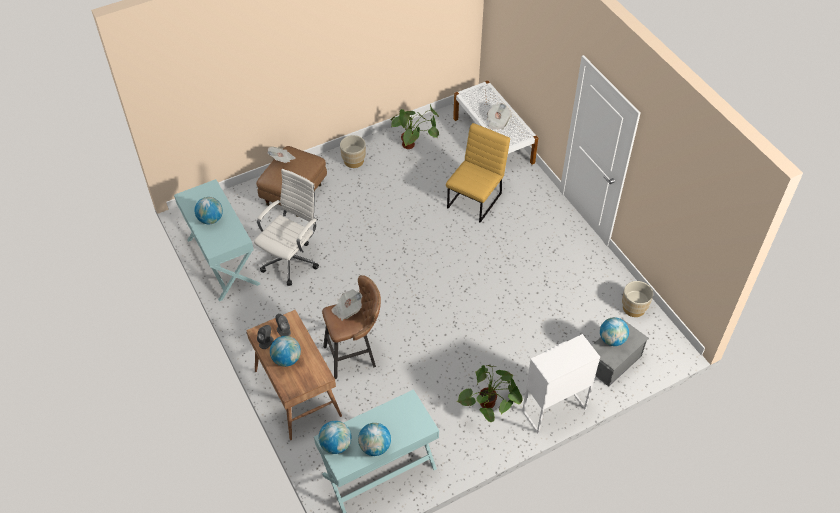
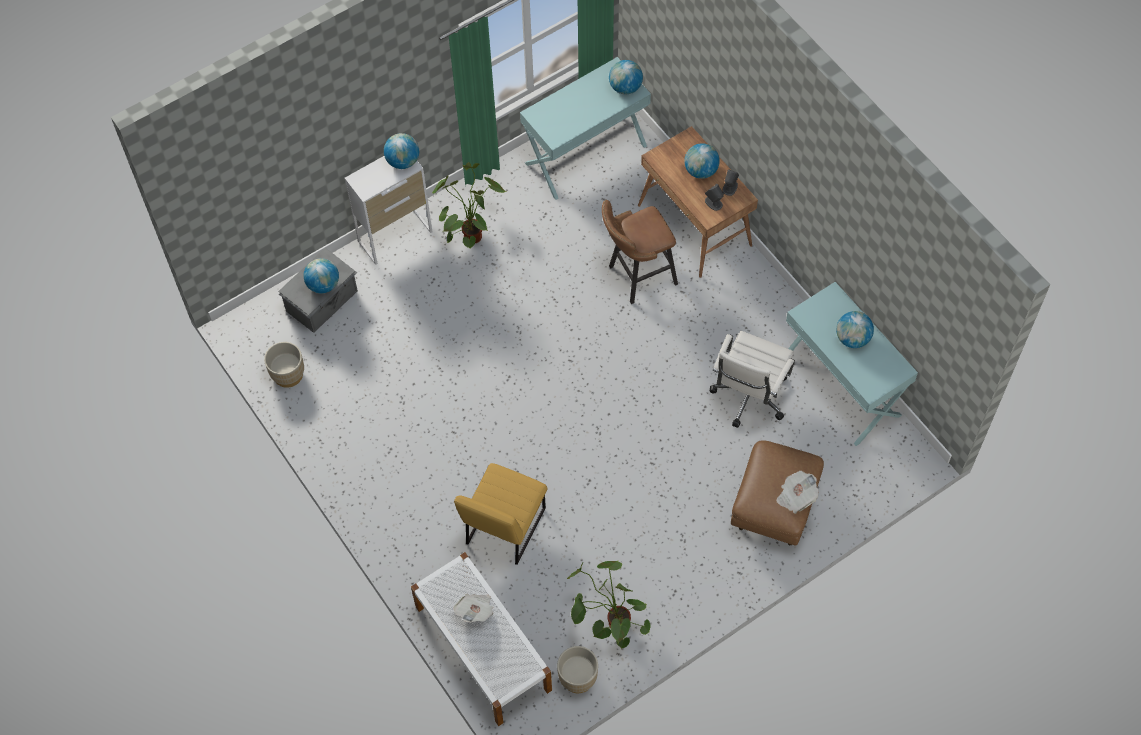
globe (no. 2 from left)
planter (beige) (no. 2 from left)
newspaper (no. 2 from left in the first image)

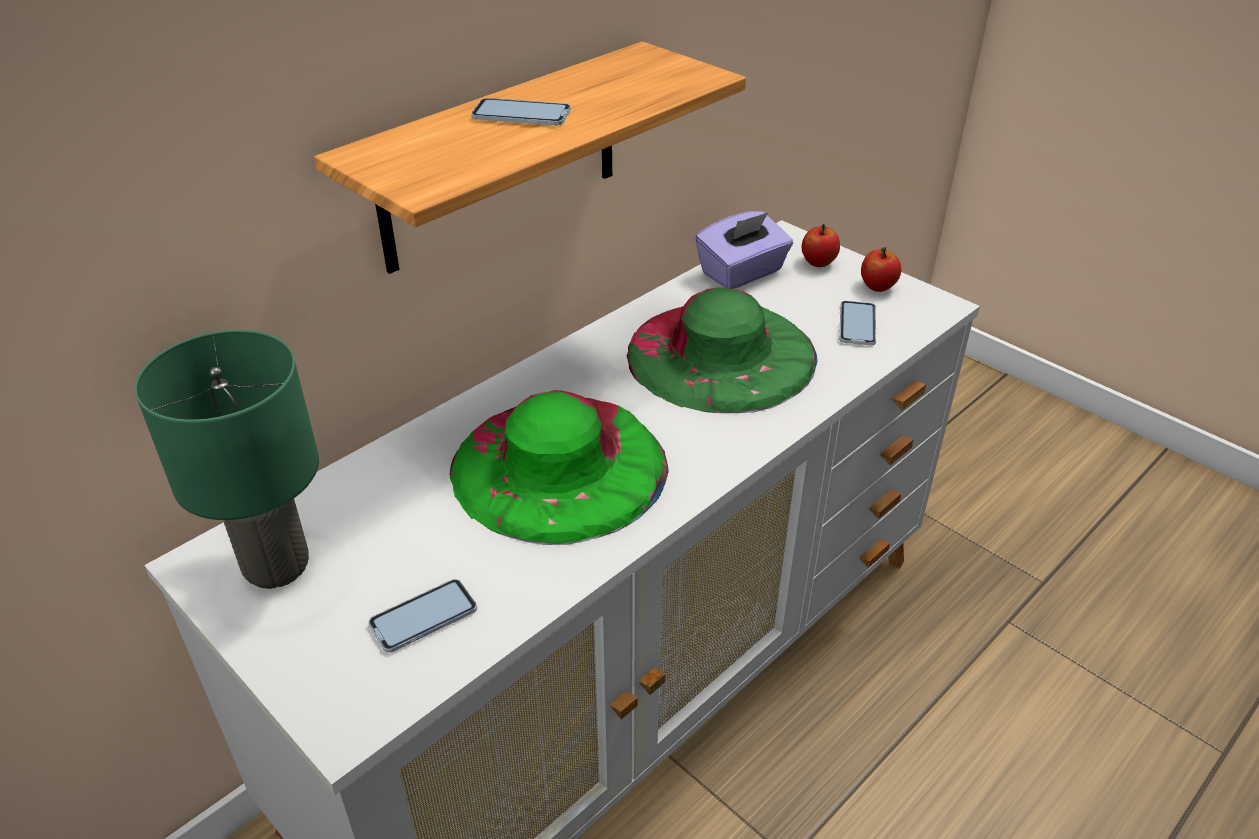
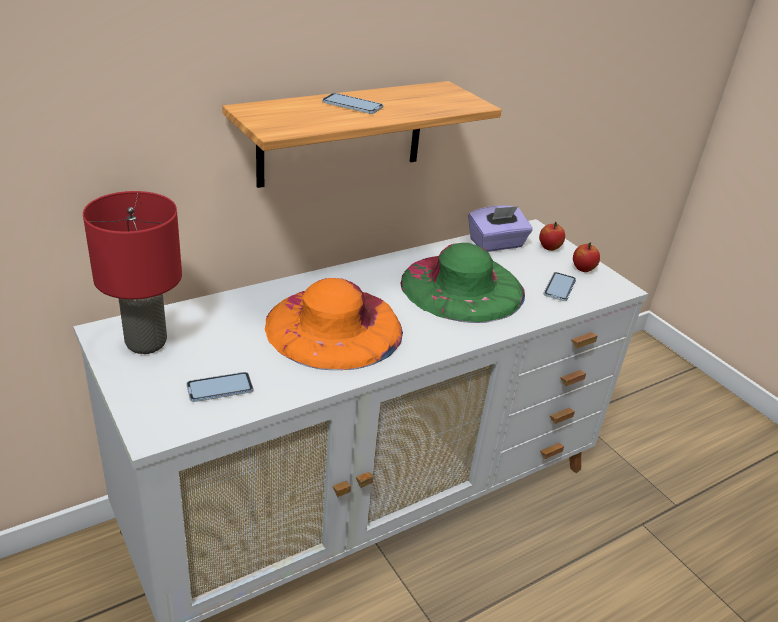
table lamp (red)
hat (orange)

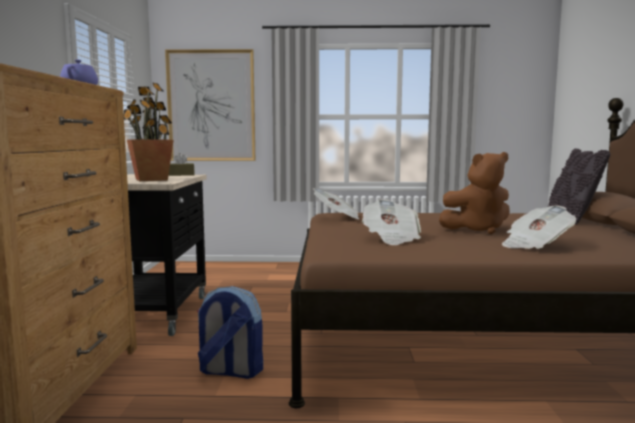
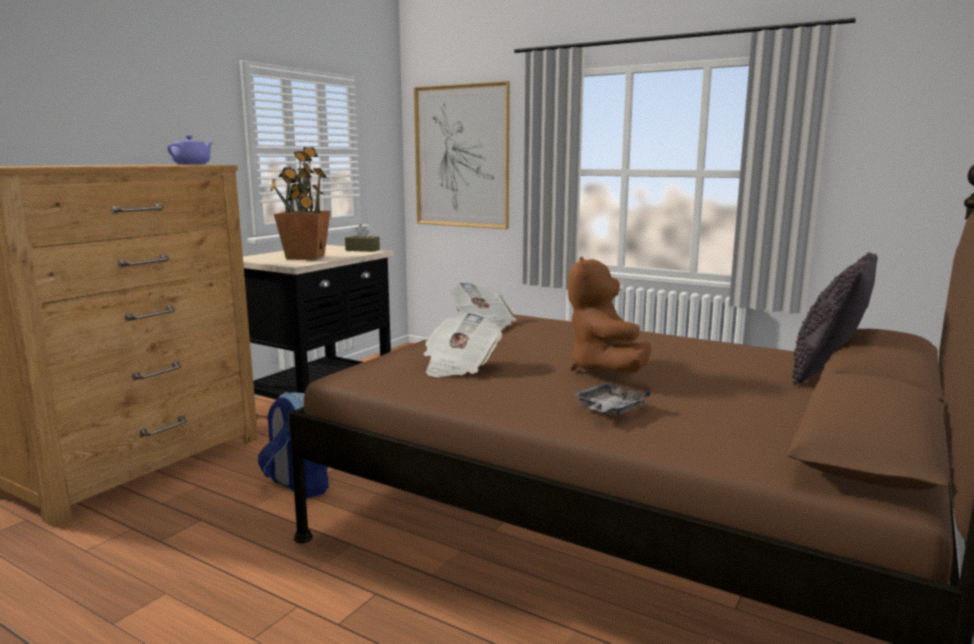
plush toy (brown)
tray (grey)

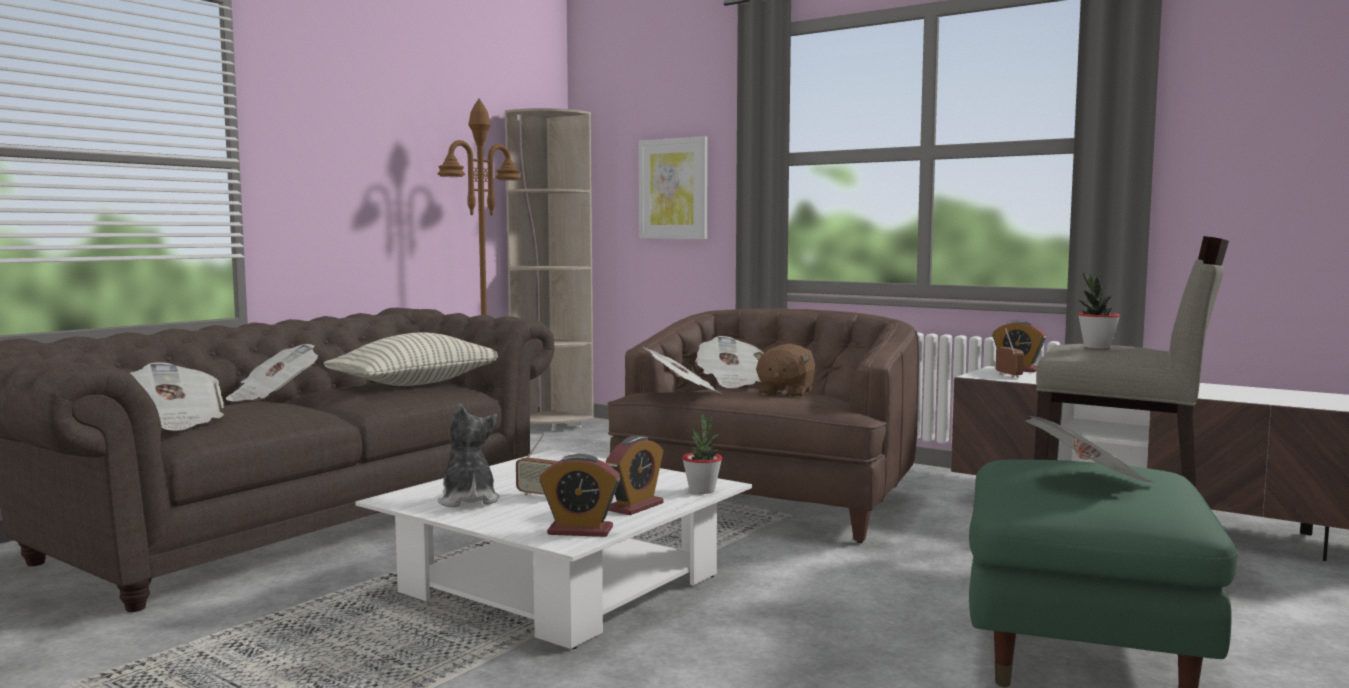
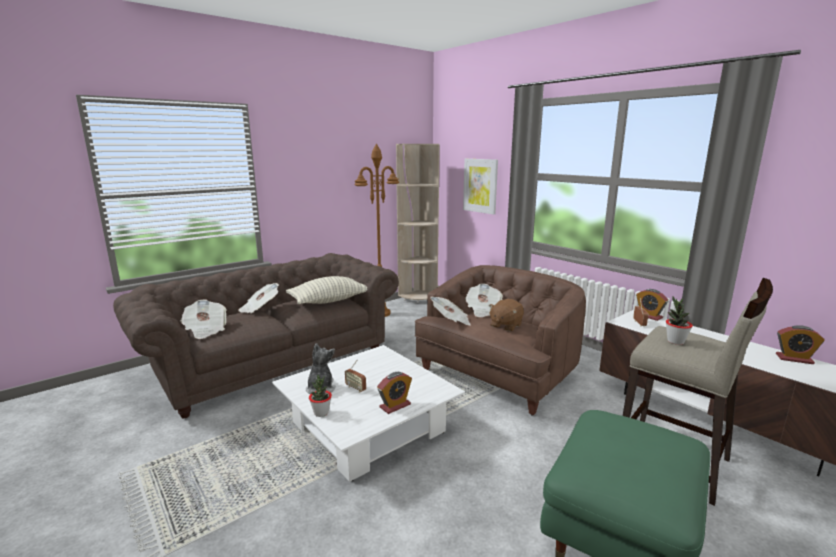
potted plant (no. 1 from left)
alarm clock (no. 3 from left)
newspaper (no. 5 from left in the first image)

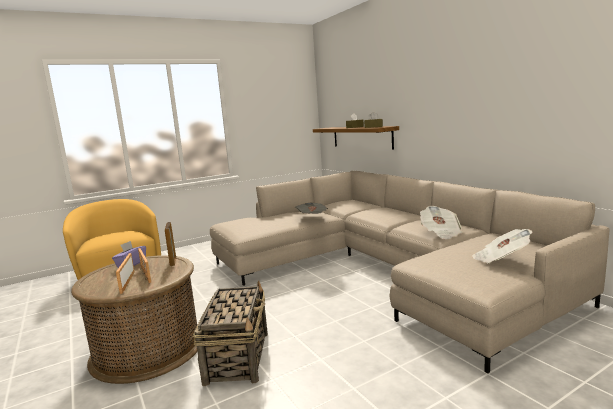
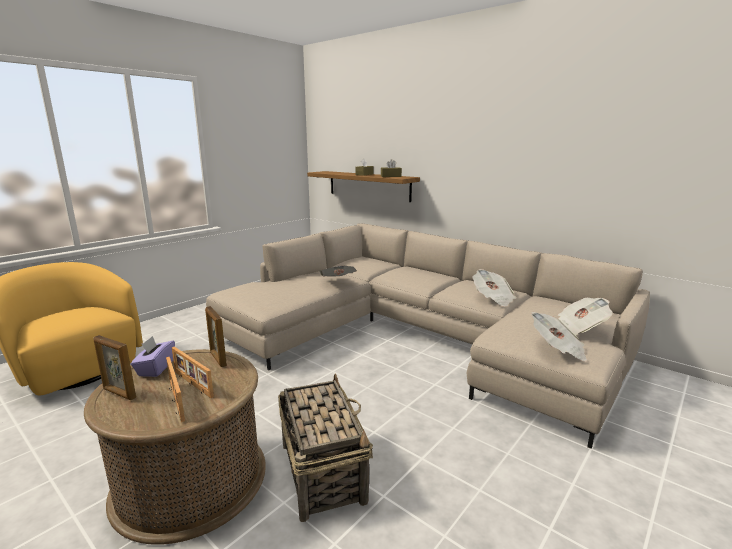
picture frame (no. 1 from left)
newspaper (no. 3 from left)

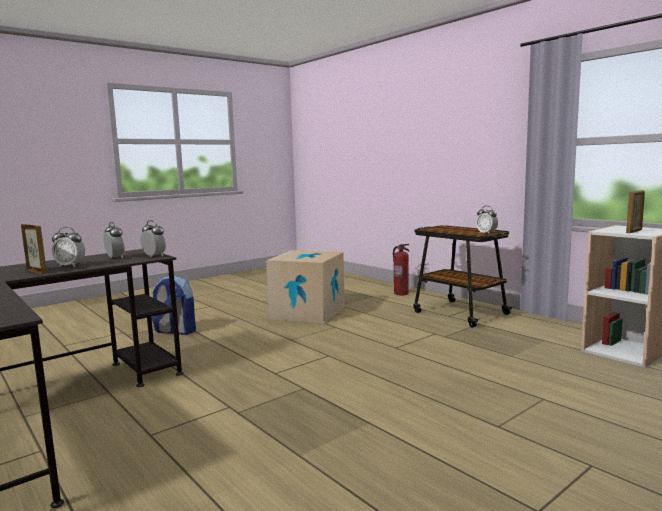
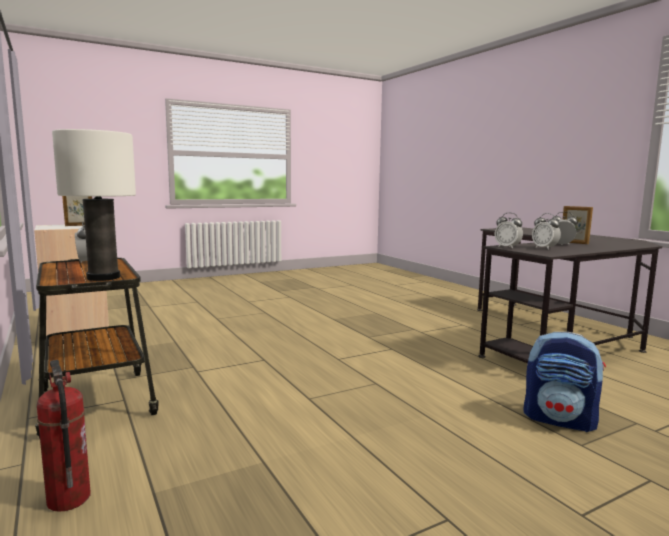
table lamp (white)
cardboard box

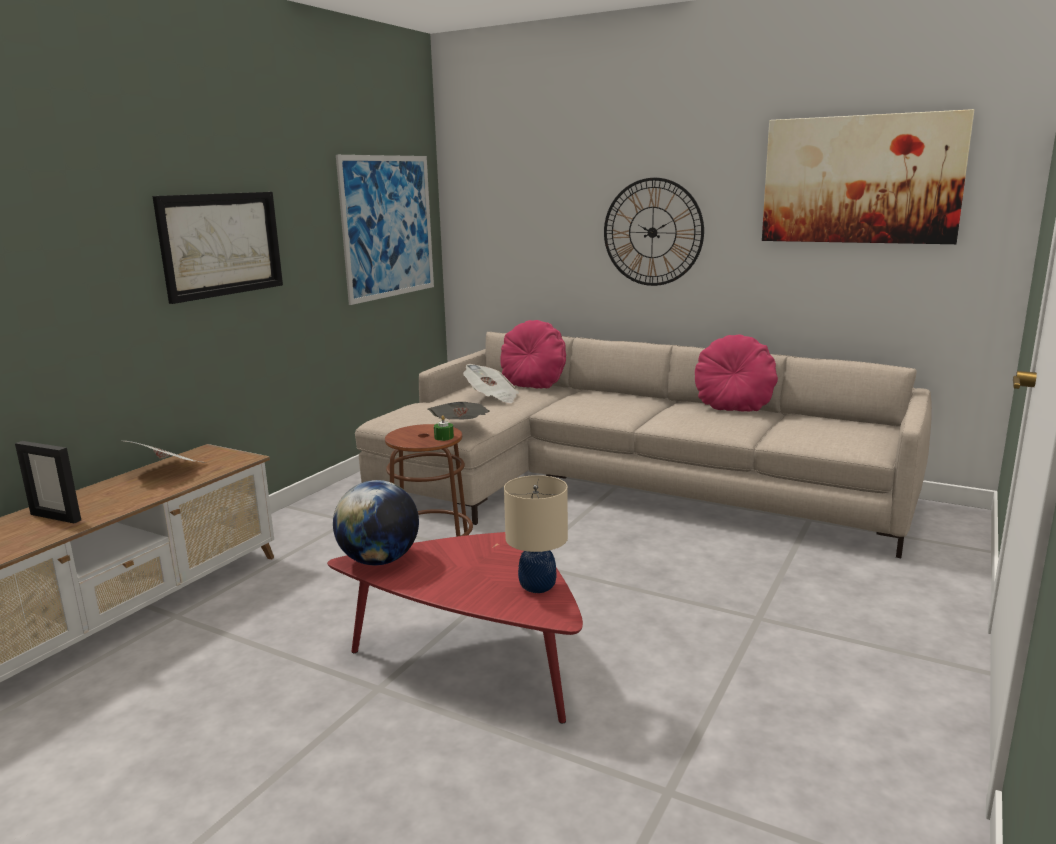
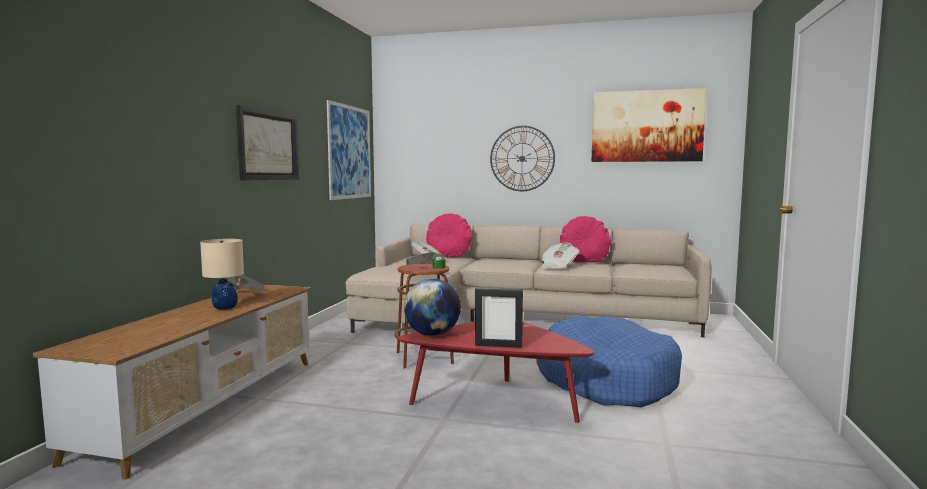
table lamp (beige)
picture frame
dog bed (blue)
newspaper (no. 4 from left)

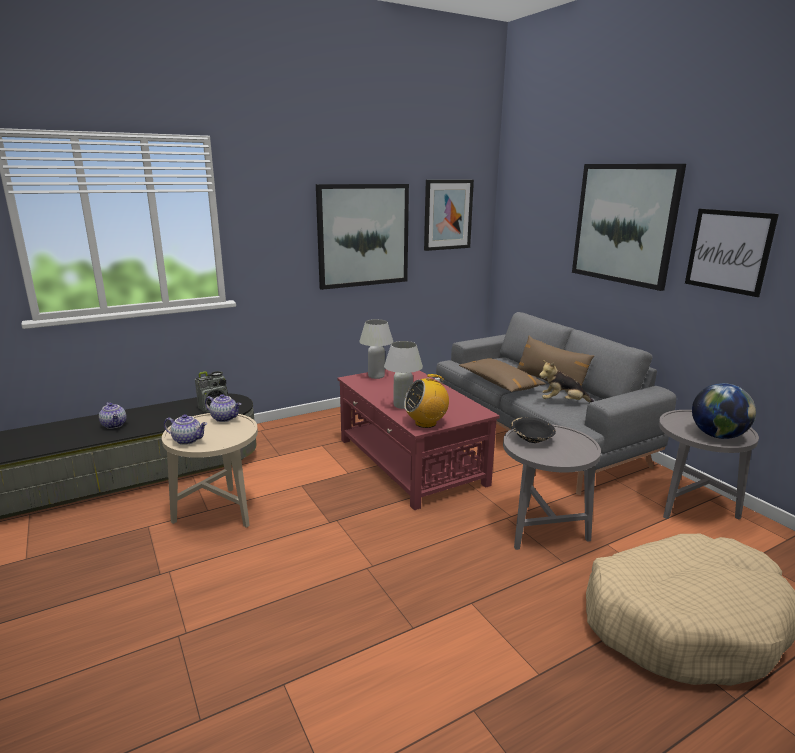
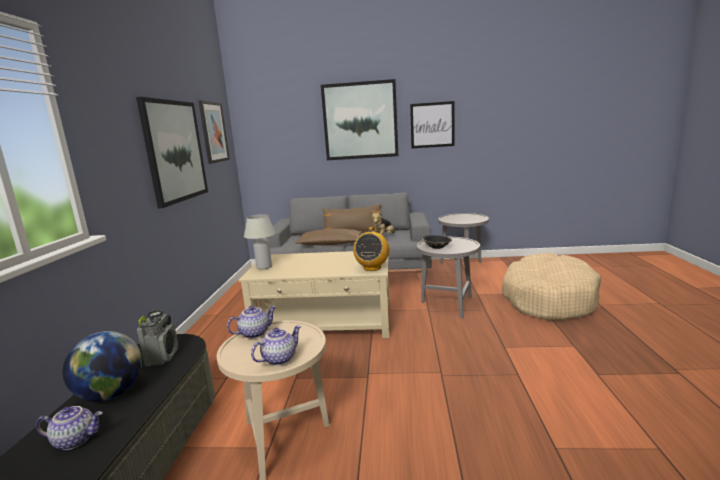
globe
coffee table (beige)
table lamp (white) (no. 2 from left in the first image)

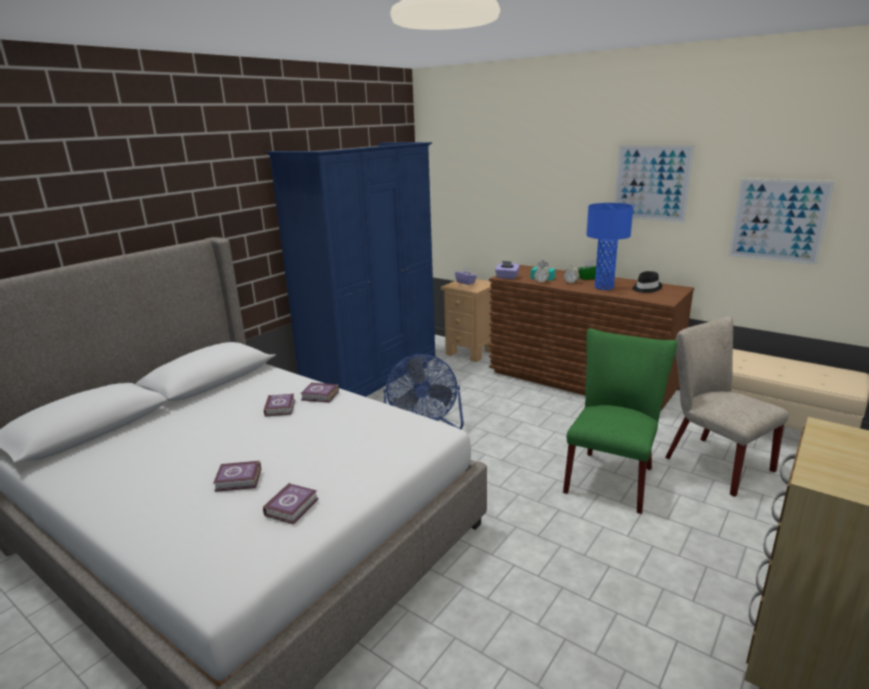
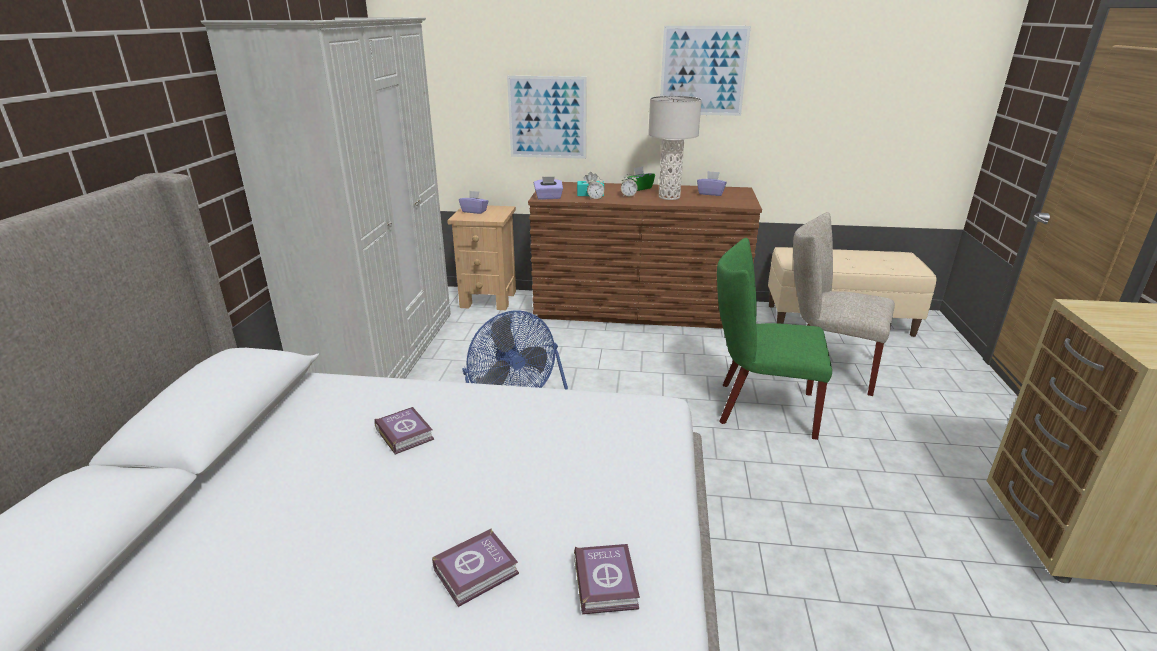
wardrobe (white)
picture (no. 1 from left)
table lamp (white)
tissue box (purple) (no. 3 from left)
chair (green)
book (no. 4 from left in the first image)

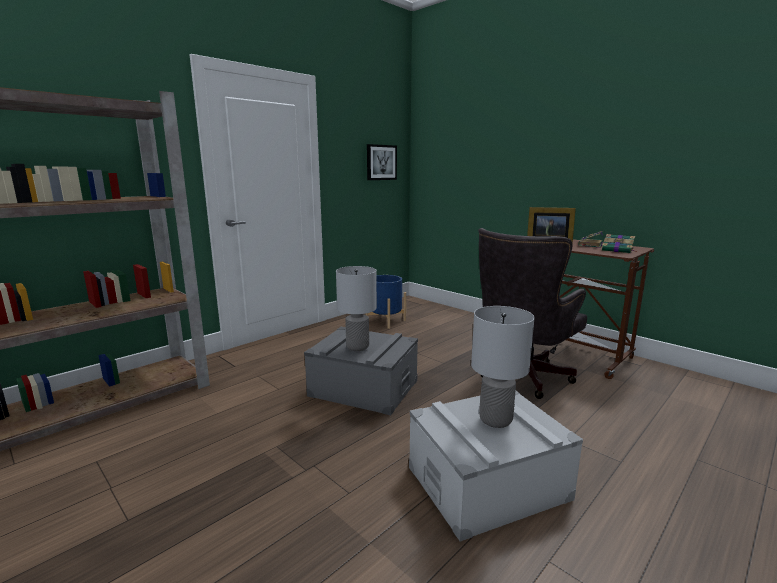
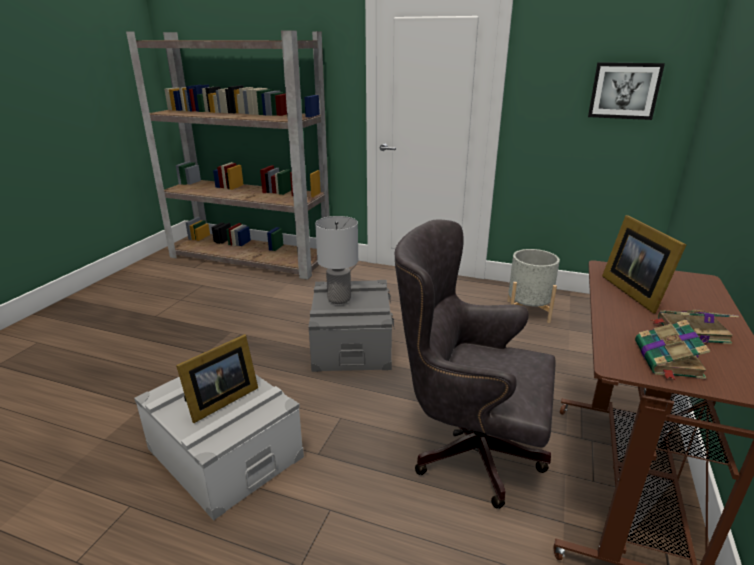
picture frame (no. 1 from left)
planter (grey)

